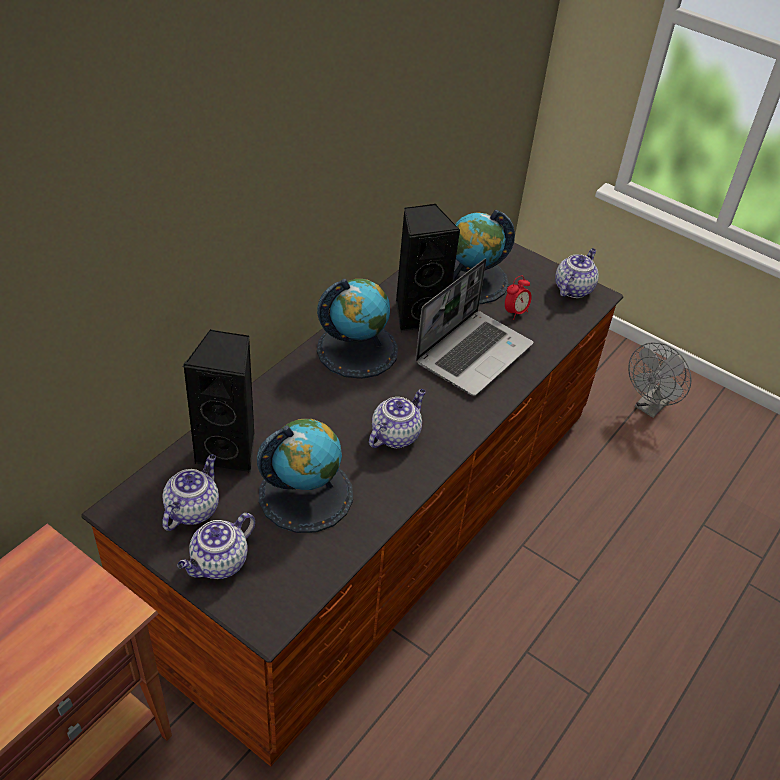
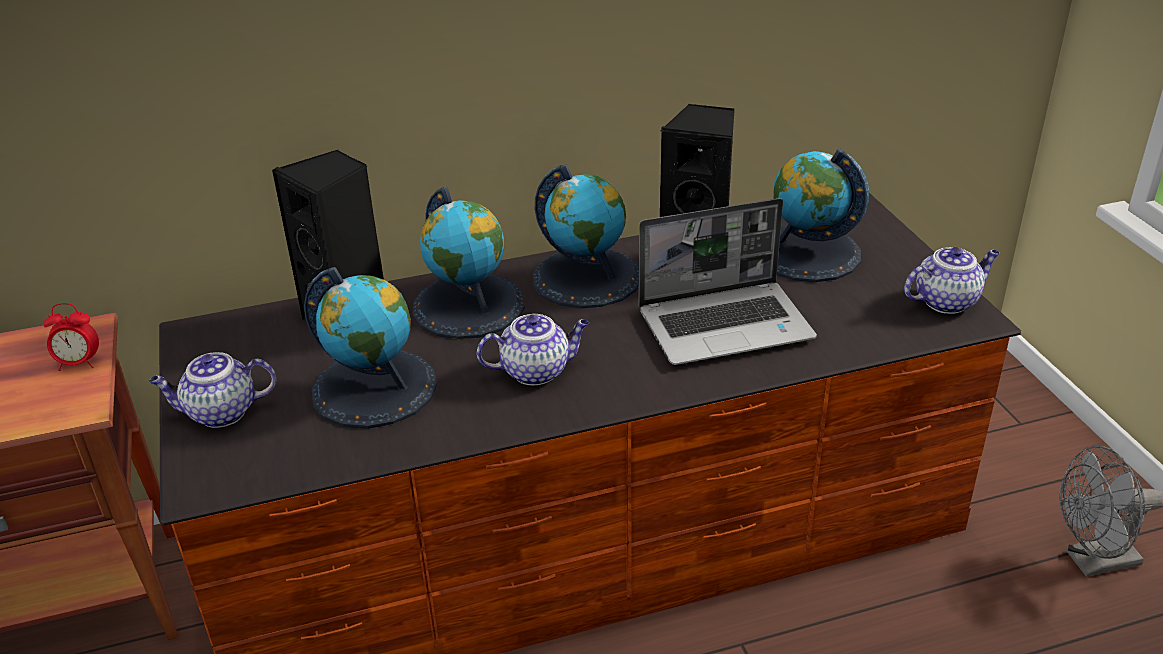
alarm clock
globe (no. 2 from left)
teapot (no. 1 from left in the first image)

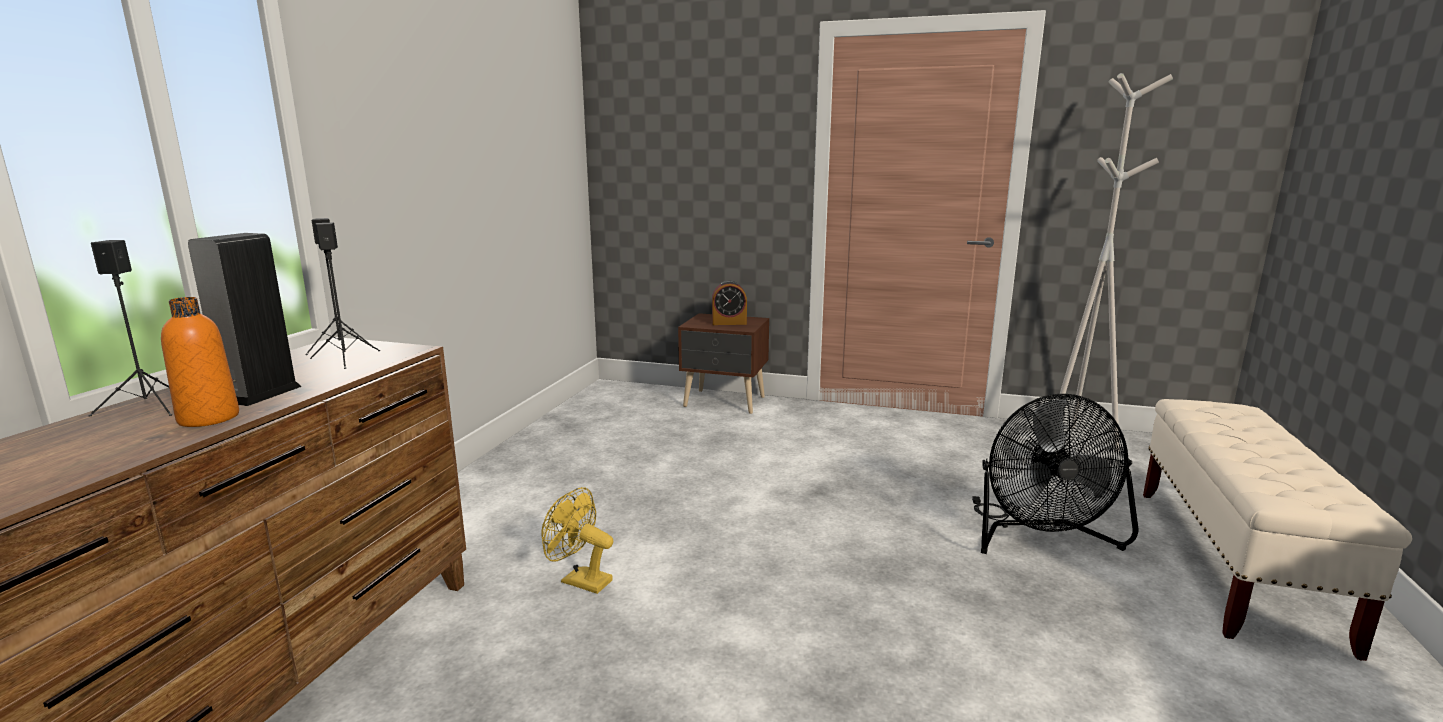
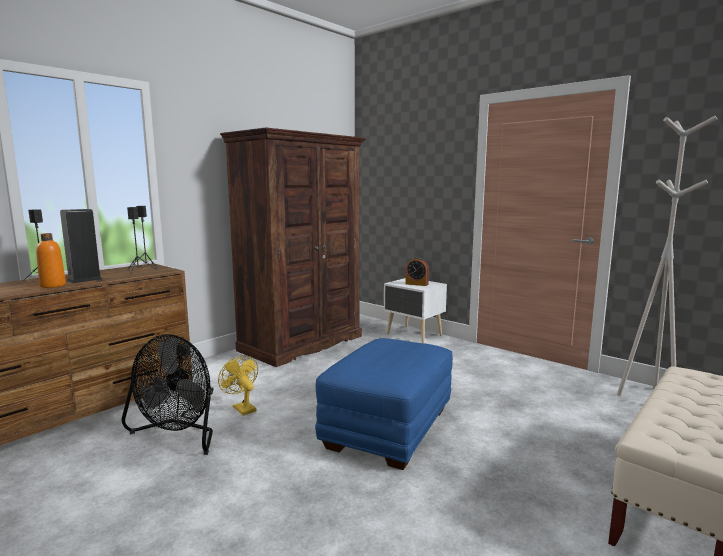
fan (black)
wardrobe (brown)
ottoman (blue)
nightstand (white)

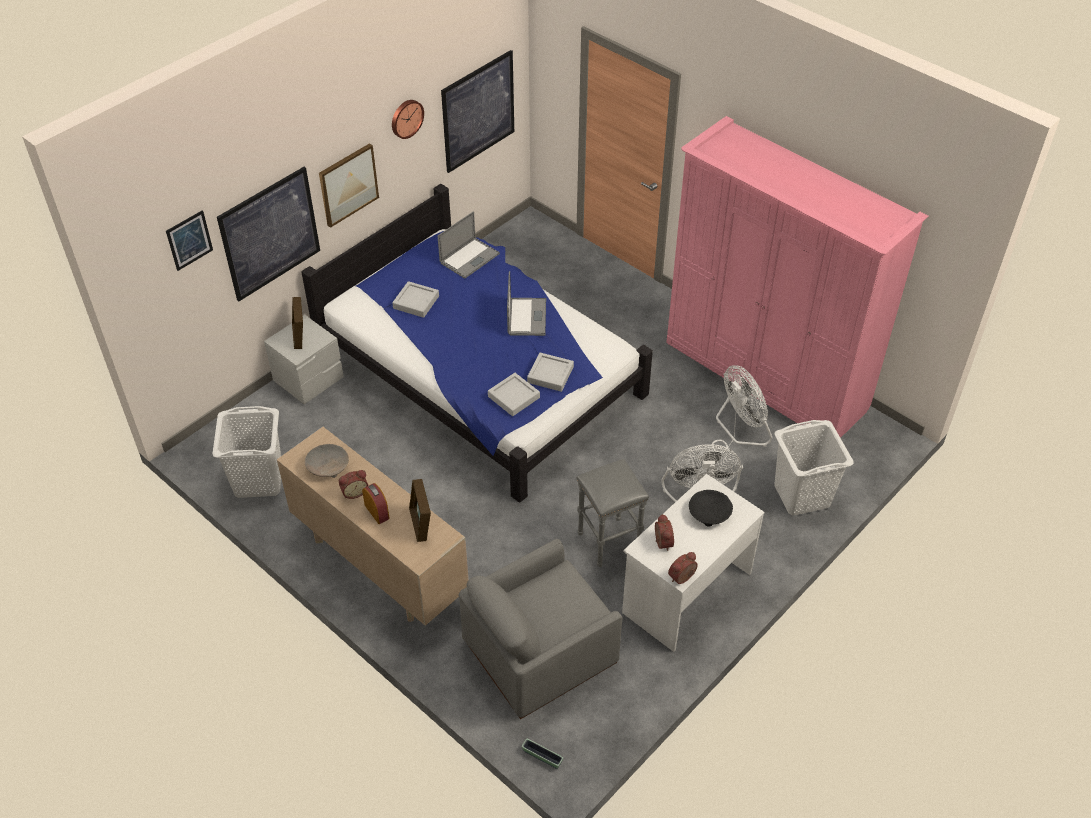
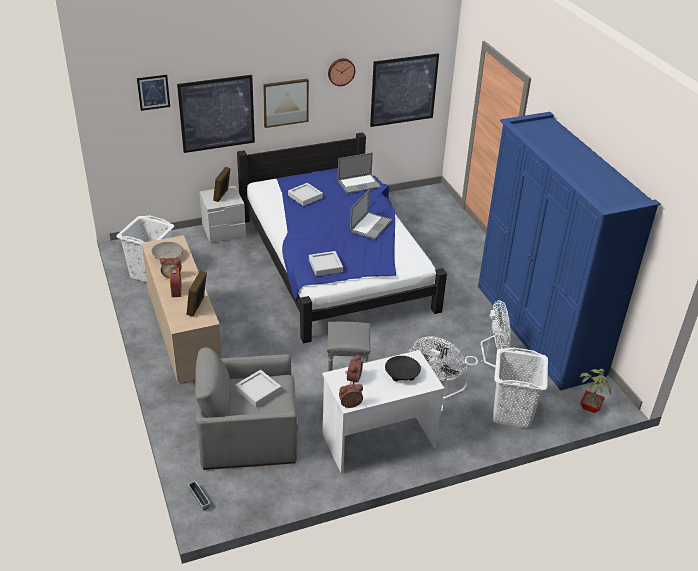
tray (grey) (no. 1 from left)
wardrobe (blue)
potted plant

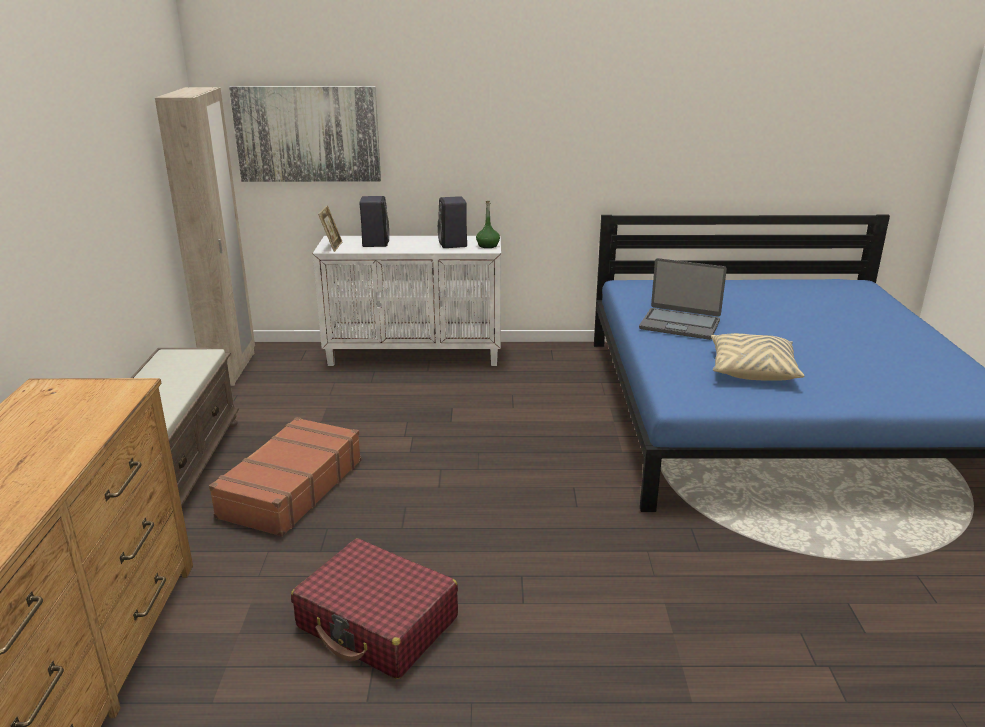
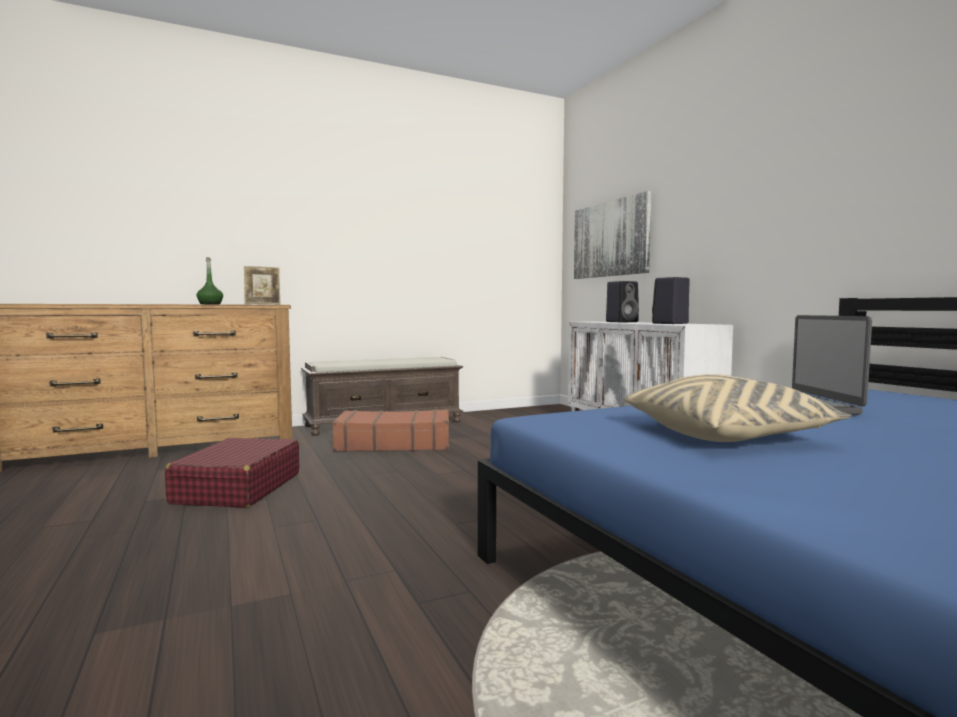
bottle (green)
picture frame
wardrobe (beige)

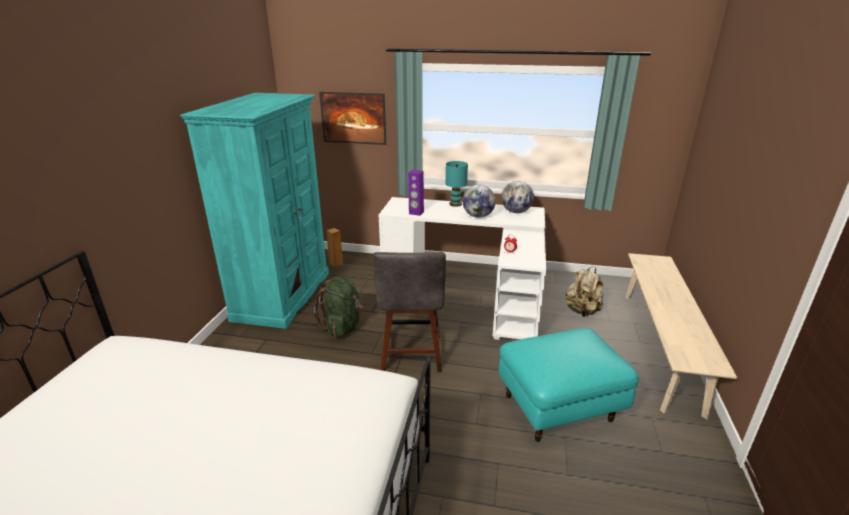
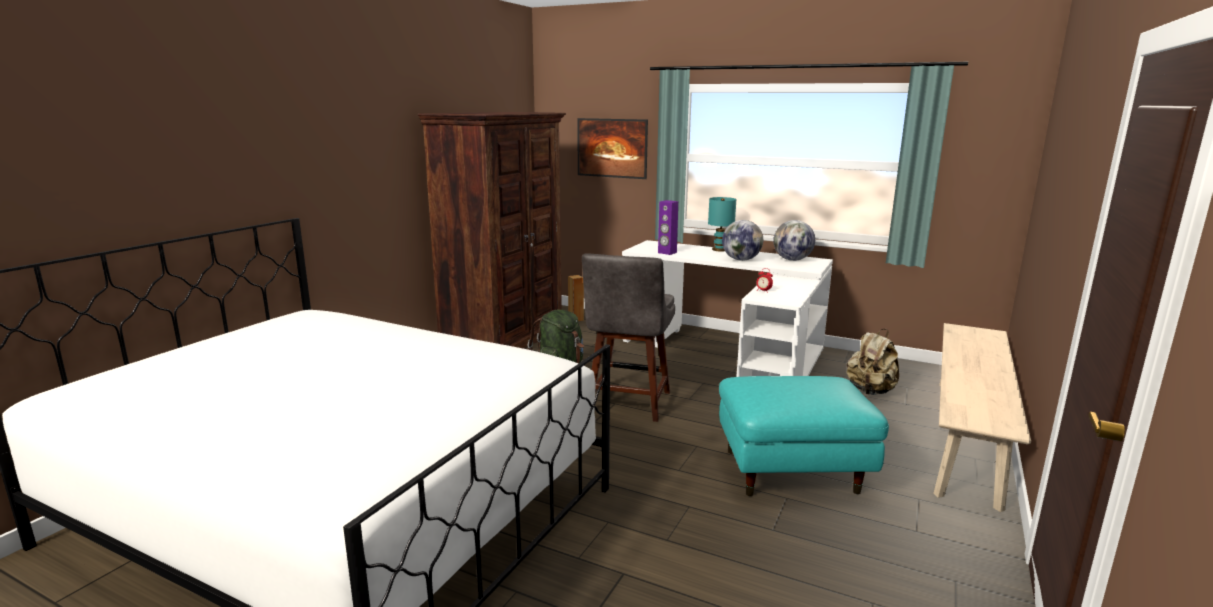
wardrobe (brown)

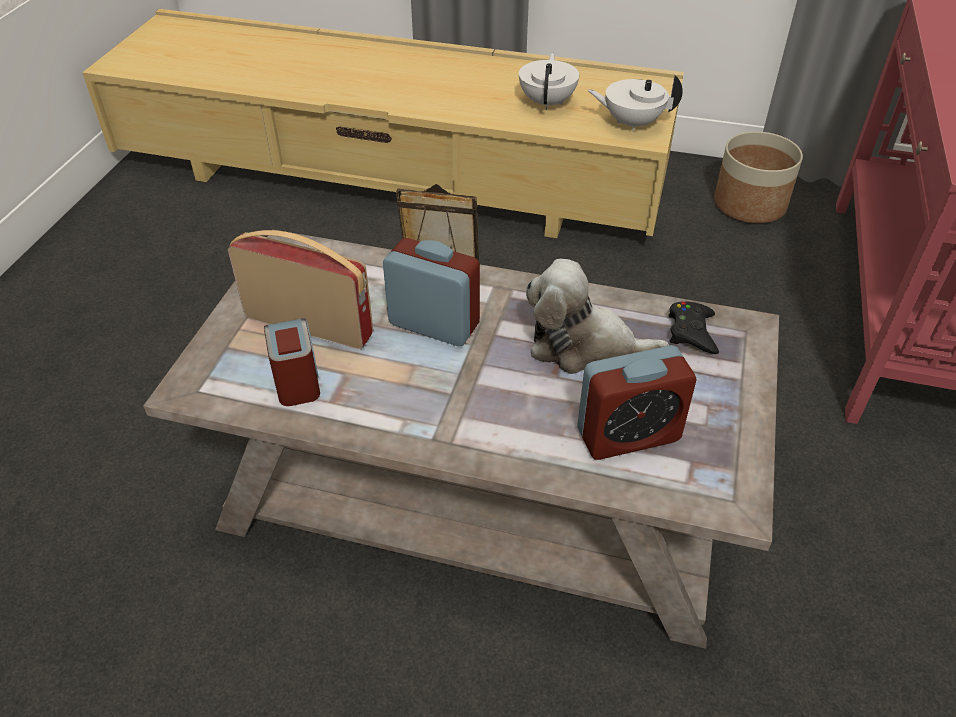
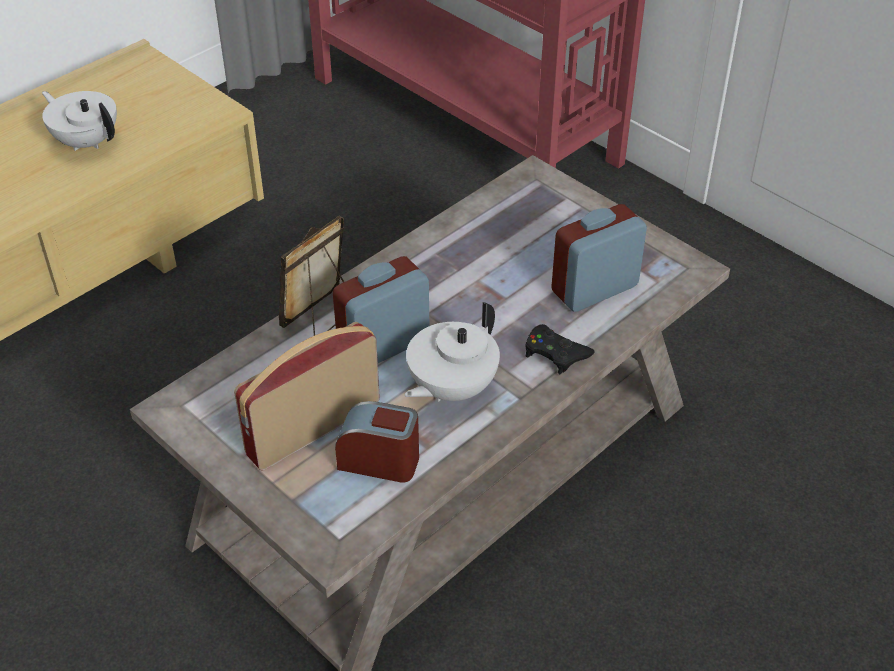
teapot (white) (no. 2 from left)
game controller (black)
alarm clock (no. 3 from left)
plush toy
planter

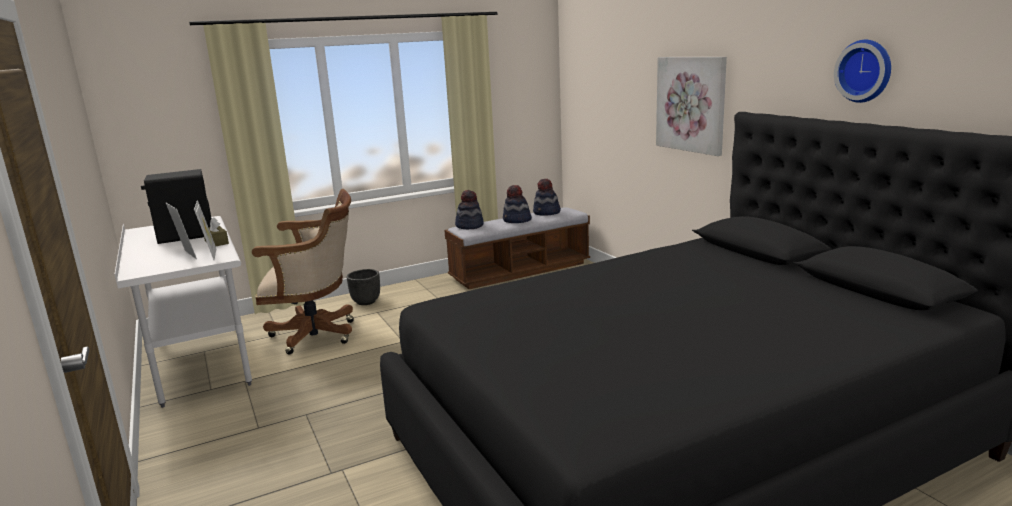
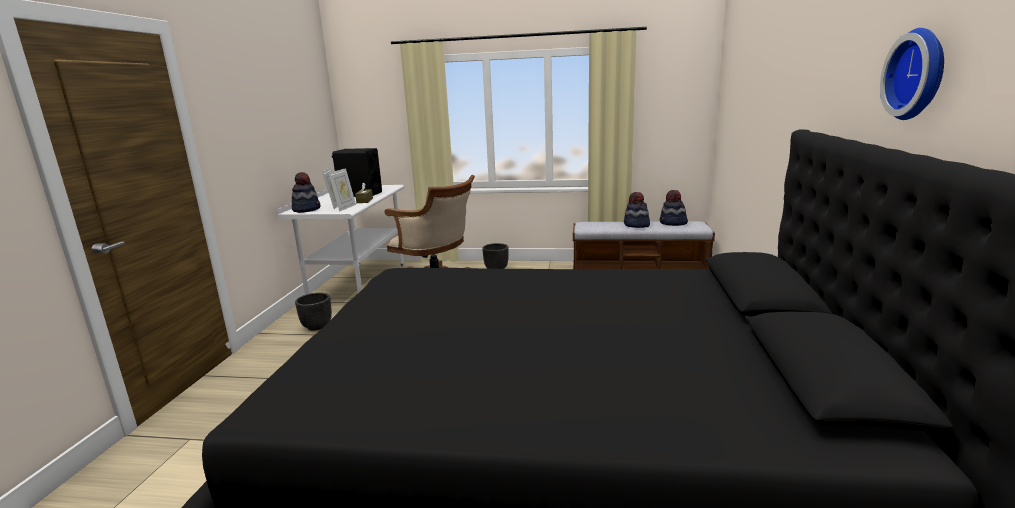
hat (no. 1 from left)
planter (black) (no. 1 from left)
picture

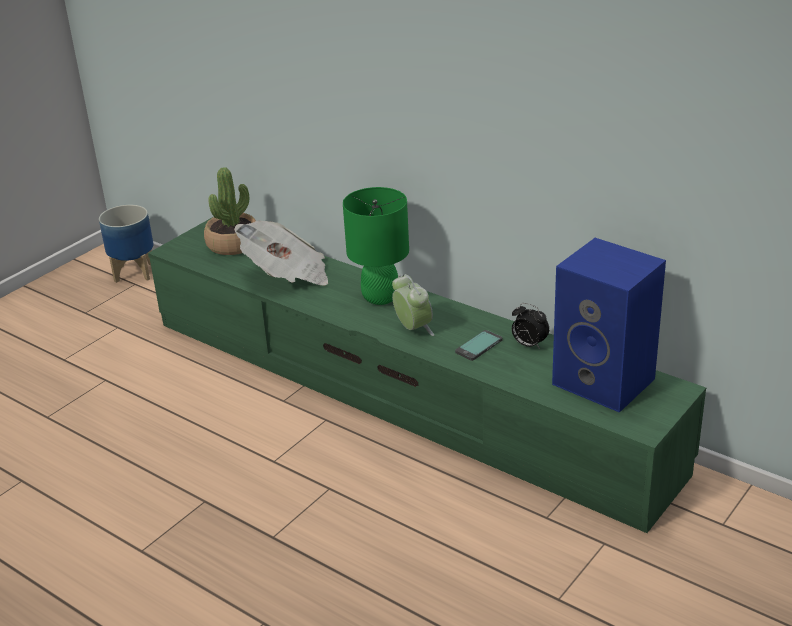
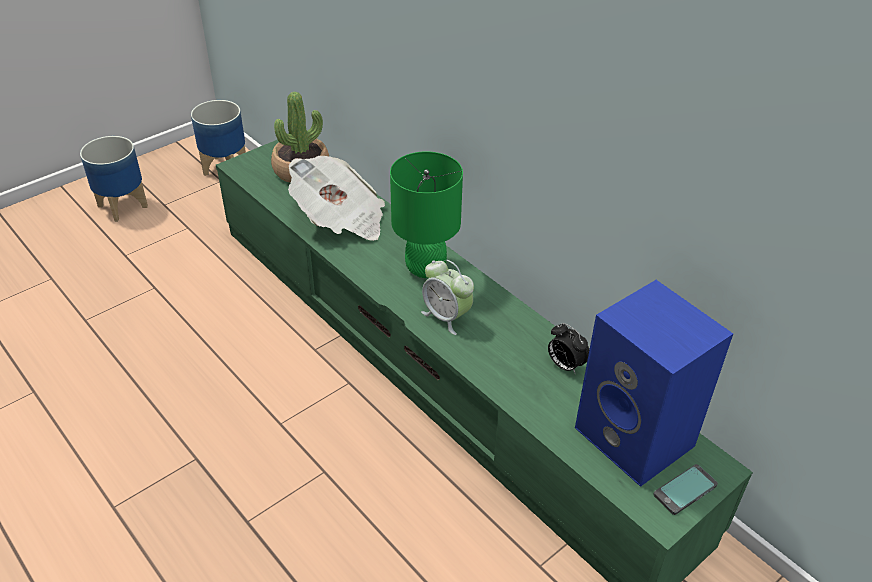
planter (no. 1 from left)
alarm clock (no. 1 from left)
phone

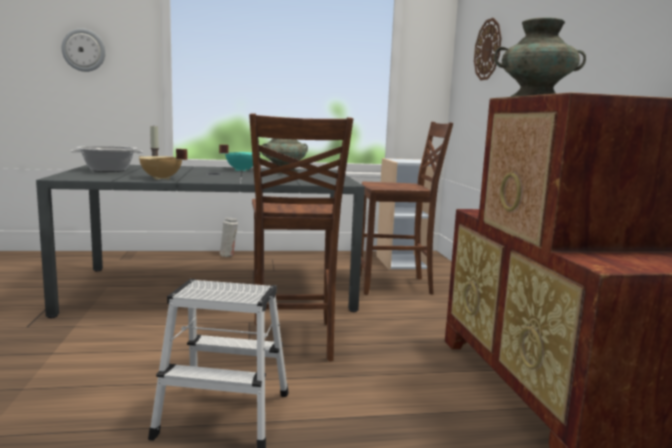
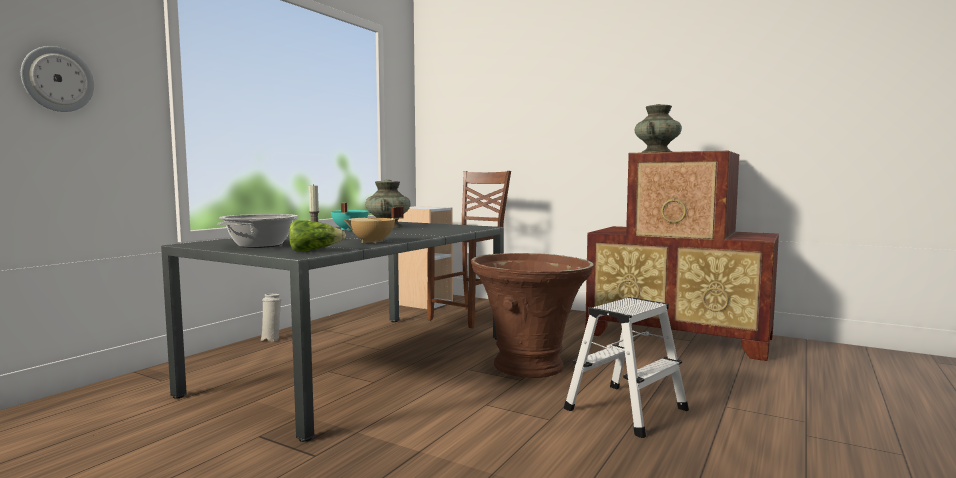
lettuce
planter (brown)
wall clock (no. 2 from left in the first image)

